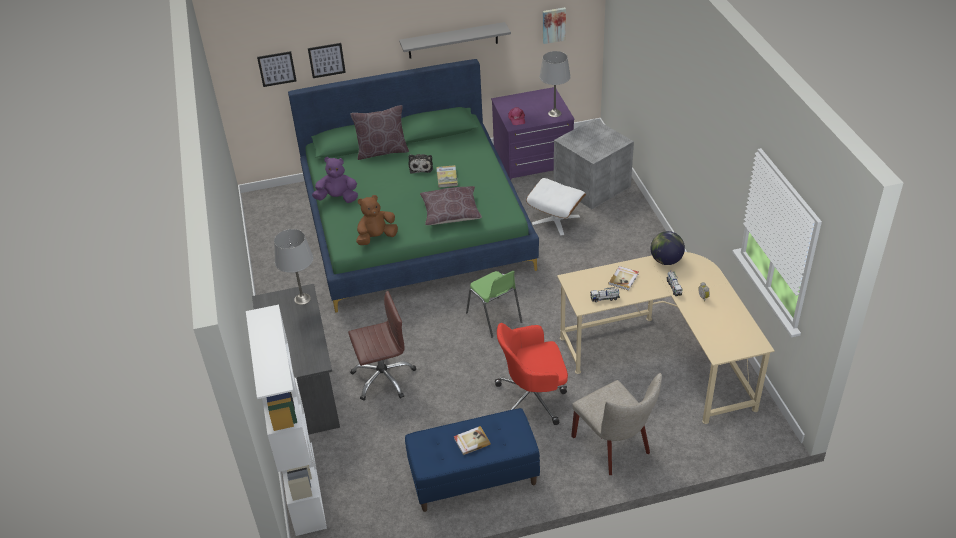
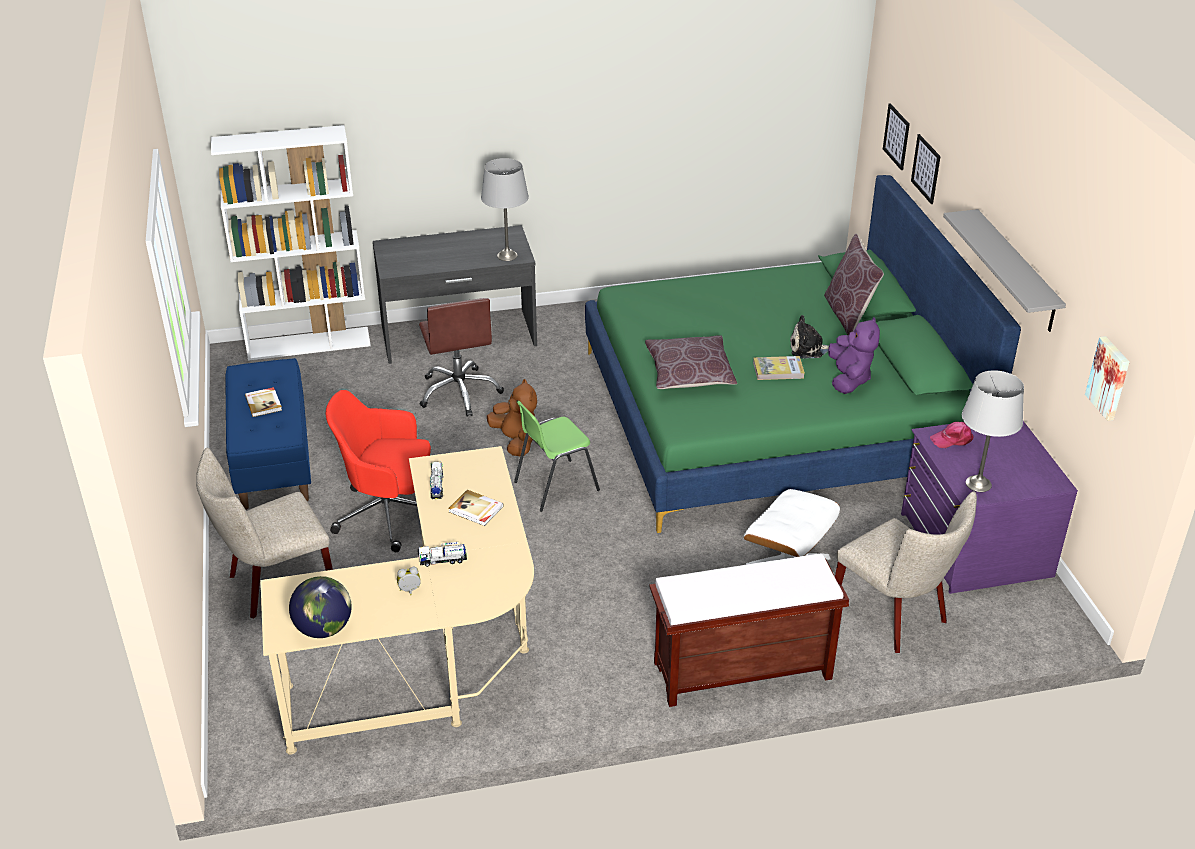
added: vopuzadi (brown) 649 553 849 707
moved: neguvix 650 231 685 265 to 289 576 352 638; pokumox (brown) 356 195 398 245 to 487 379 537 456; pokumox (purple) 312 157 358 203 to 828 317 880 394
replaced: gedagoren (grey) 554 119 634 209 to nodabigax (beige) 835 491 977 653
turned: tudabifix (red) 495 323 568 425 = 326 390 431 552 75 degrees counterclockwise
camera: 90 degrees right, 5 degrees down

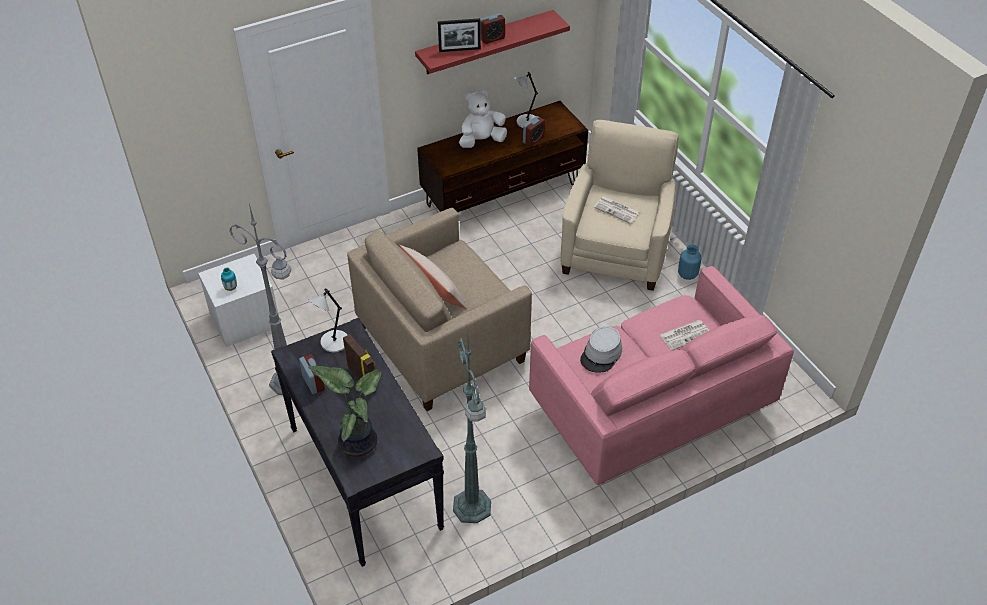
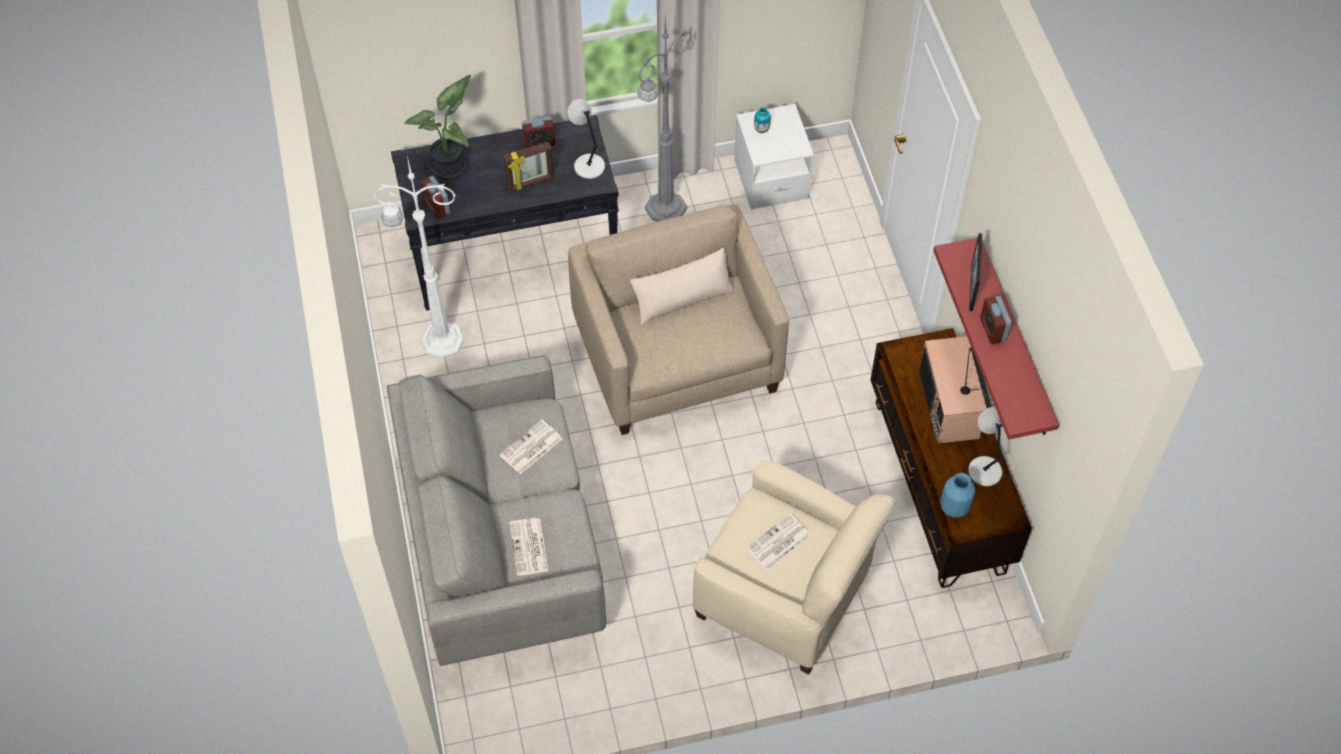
moved: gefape 523 116 545 146 to 420 176 450 219; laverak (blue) 678 244 701 280 to 940 473 975 518
replaced: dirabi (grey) 580 326 622 373 to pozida 499 419 563 474; pokumox (white) 459 91 507 148 to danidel 919 336 991 444
recoloured: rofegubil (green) 453 331 491 523 to rofegubil (white) 374 156 464 358; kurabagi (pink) 529 266 794 485 to kurabagi (grey) 387 355 606 666
camera: 105 degrees right, 10 degrees up

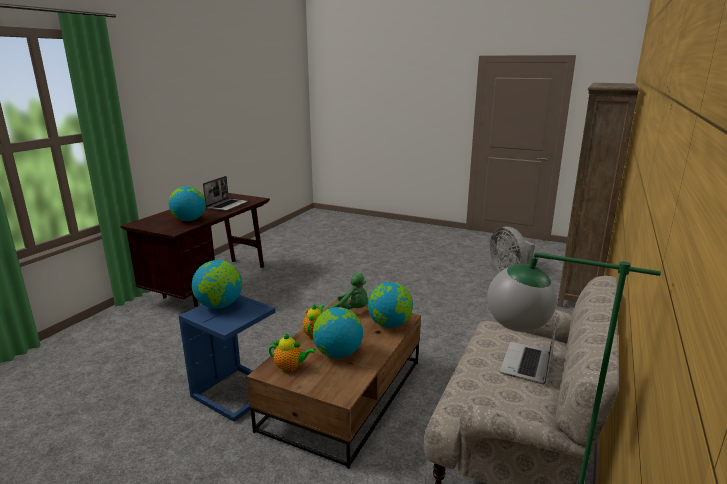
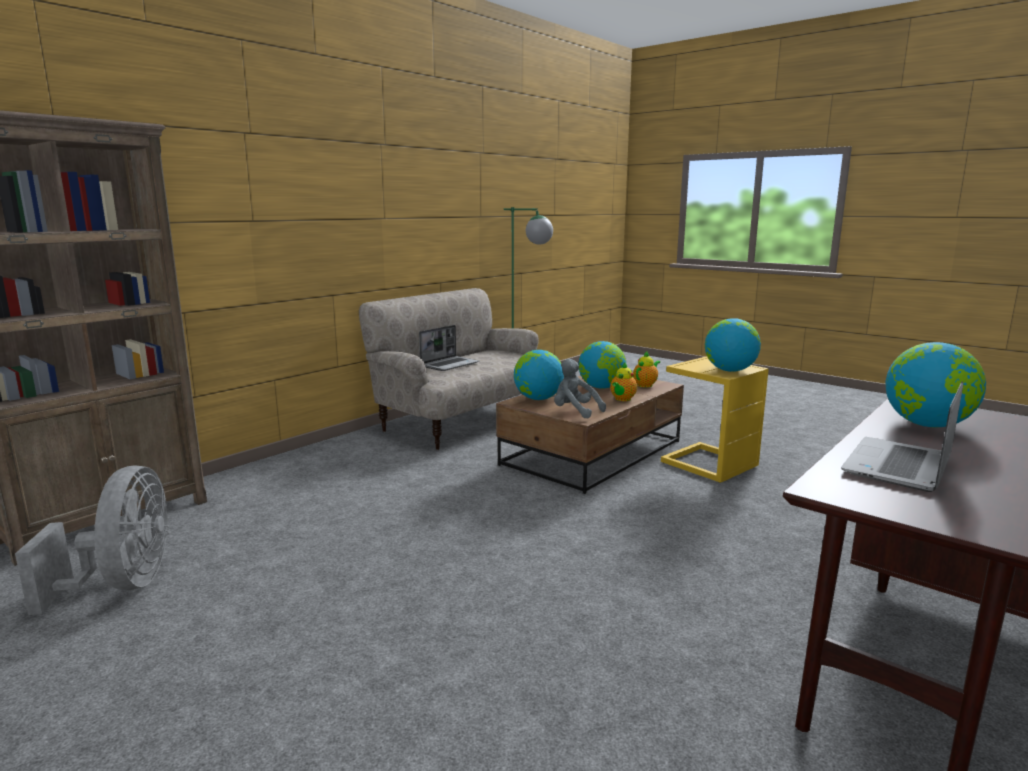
recoloured: pokumox (green) 328 273 368 309 to pokumox (grey) 554 359 606 419; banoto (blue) 178 295 275 422 to banoto (yellow) 661 356 769 483
turned: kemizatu 269 333 316 372 = 633 352 660 388 105 degrees clockwise
camera: 165 degrees left, 5 degrees down

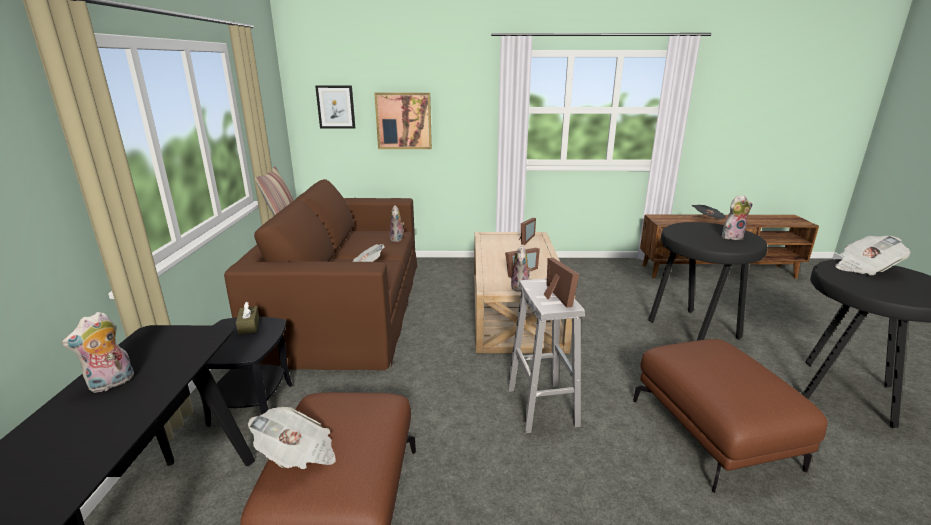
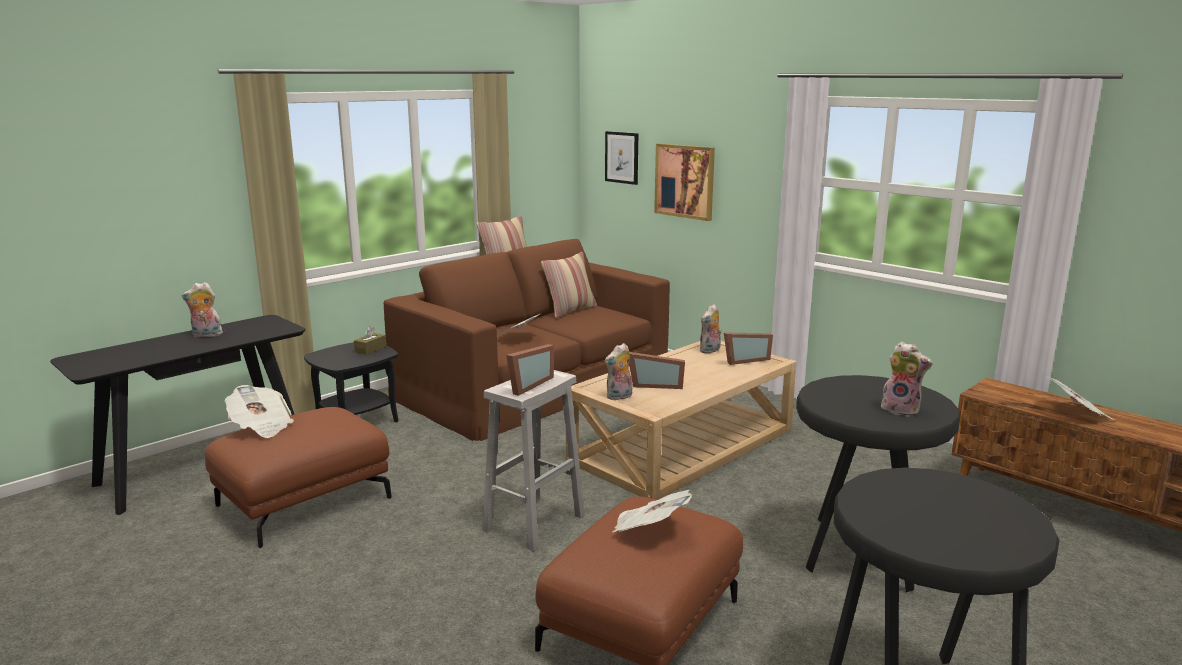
added: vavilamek 541 252 597 318
moved: pozida 835 236 910 275 to 612 490 692 533; pokumox 389 205 404 242 to 699 304 722 354
camera: 45 degrees right, 5 degrees down

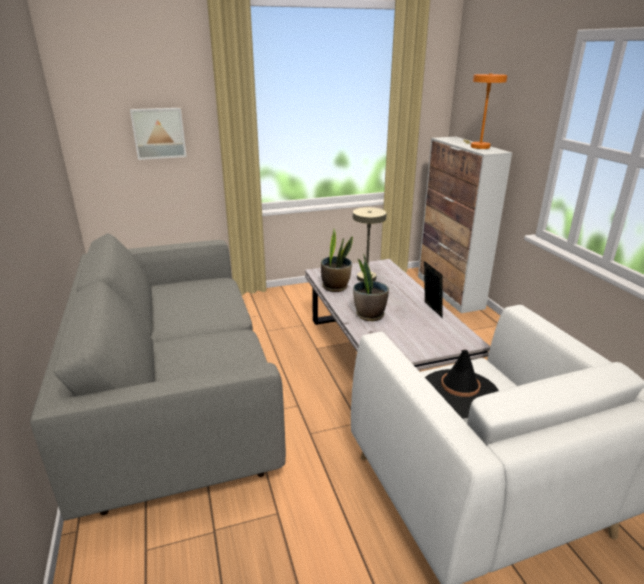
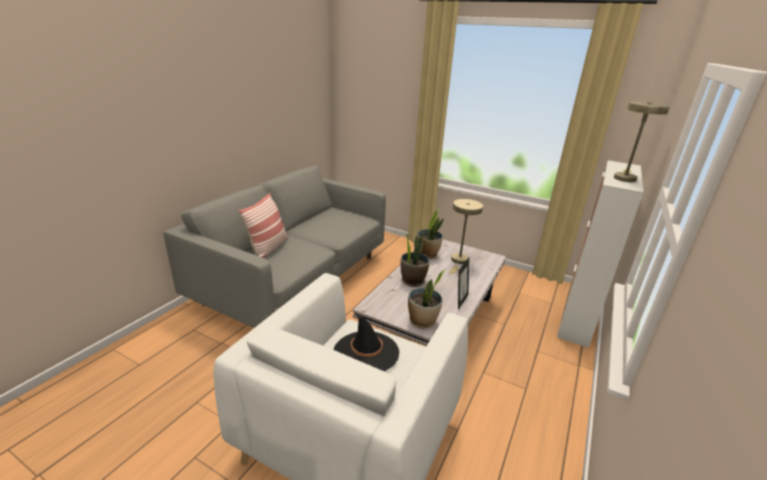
removed: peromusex 130 108 187 160
added: vavilamek 238 193 288 258; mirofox 408 270 445 328
recoloured: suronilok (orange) 463 73 507 149 to suronilok (beige) 614 101 670 182
camera: 45 degrees right, 0 degrees up

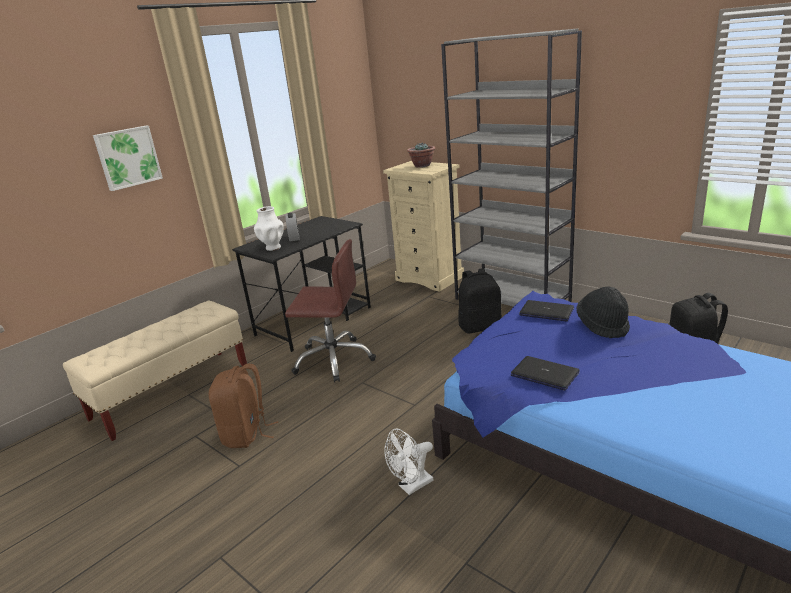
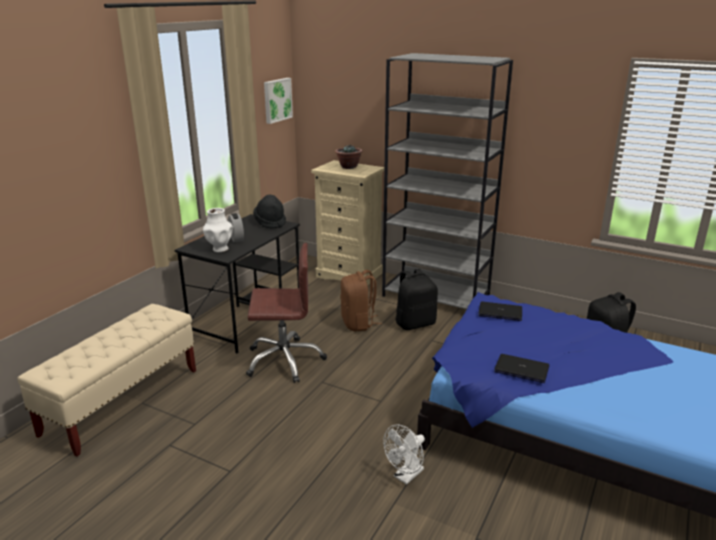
moved: dirabi (black) 576 287 630 338 to 253 195 286 229; peromusex 93 126 163 191 to 264 78 293 124; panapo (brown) 209 364 278 448 to 340 270 382 331
camera: 15 degrees left, 0 degrees up

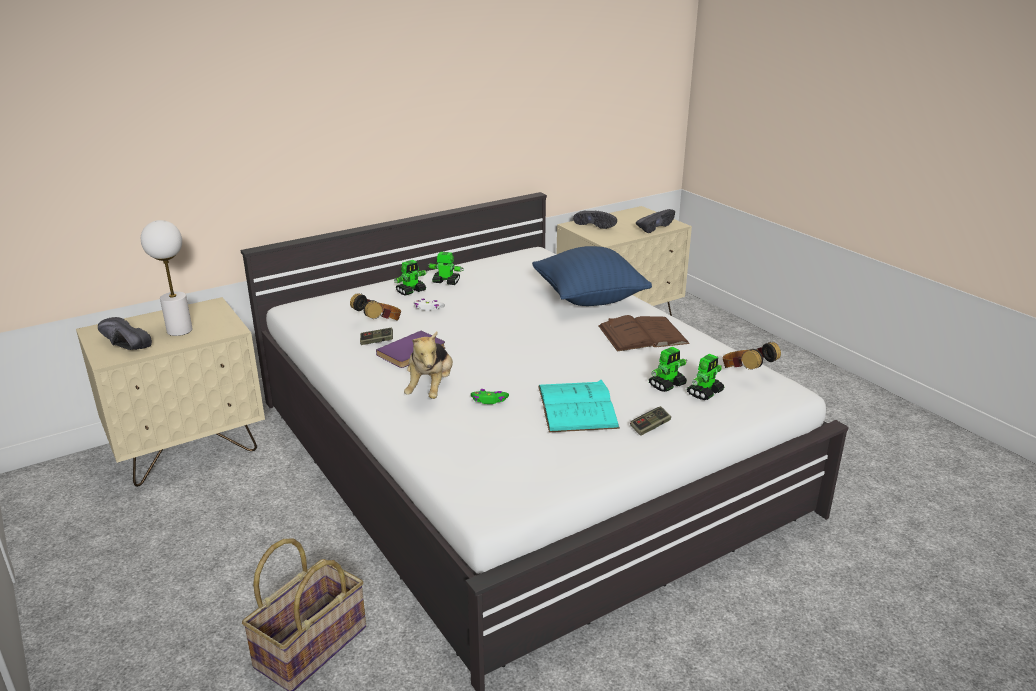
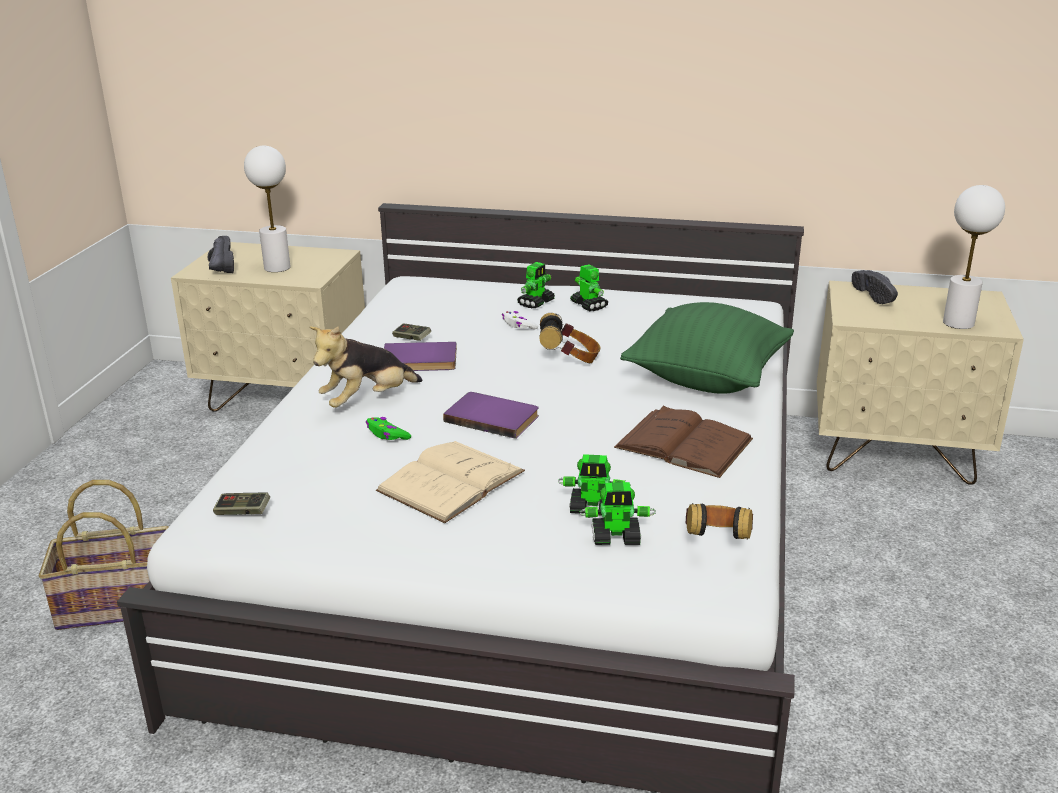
added: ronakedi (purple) 443 392 539 439
moved: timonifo 630 406 671 436 to 213 492 270 515; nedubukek 350 293 401 321 to 540 313 600 364
replaced: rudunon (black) 636 209 675 233 to suronilok (white) 943 185 1005 329
recoloured: ronakedi (turquoise) 538 380 620 432 to ronakedi (beige) 376 441 525 523; vavilamek (blue) 532 246 652 306 to vavilamek (green) 620 302 794 394
turned: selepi 394 260 427 296 = 517 262 555 308 60 degrees counterclockwise
camera: 45 degrees right, 0 degrees up

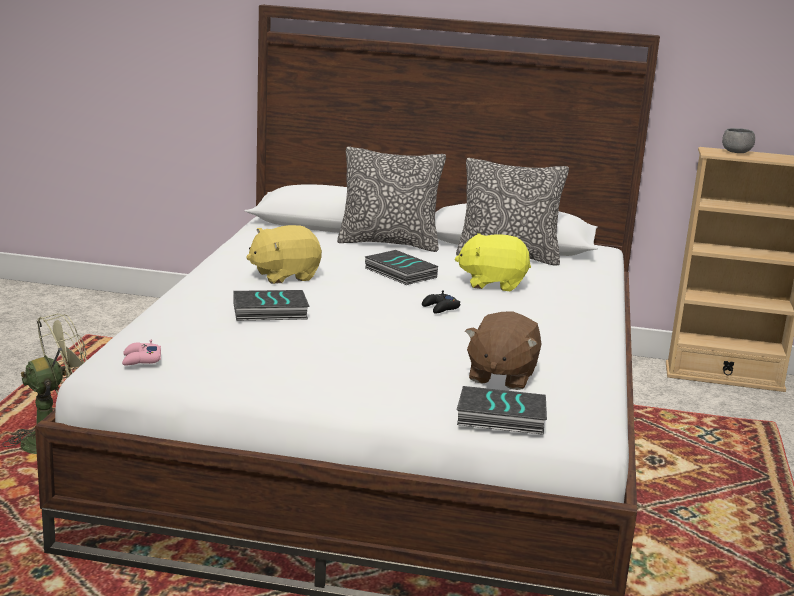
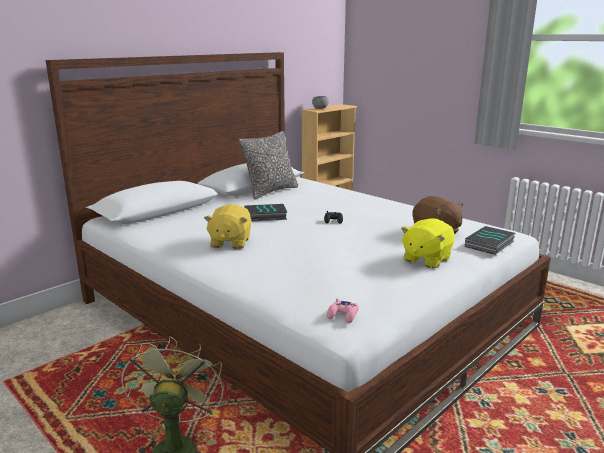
removed: ronakedi 234 290 310 321; vavilamek 337 146 446 252
moved: pokumox (yellow) 455 233 531 291 to 401 218 455 268
camera: 55 degrees left, 0 degrees up

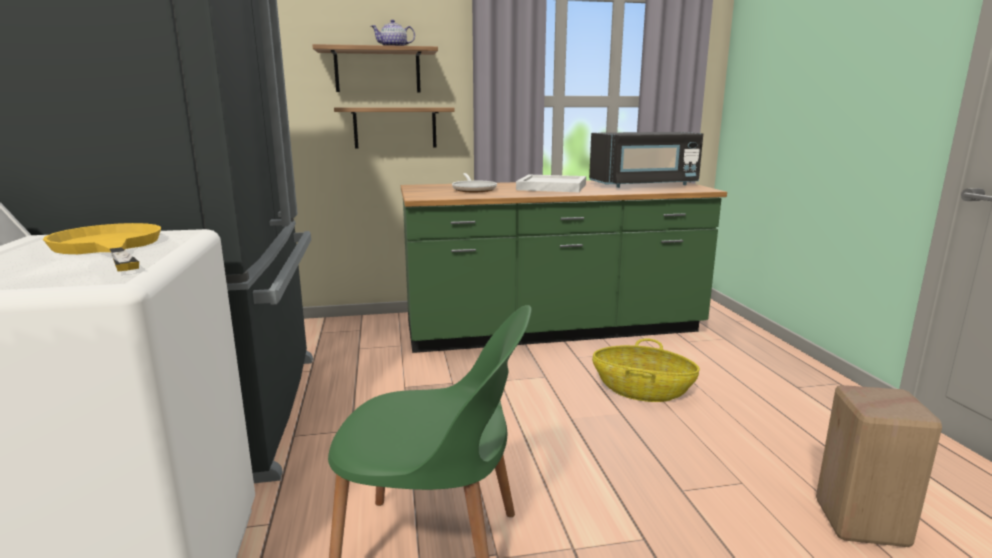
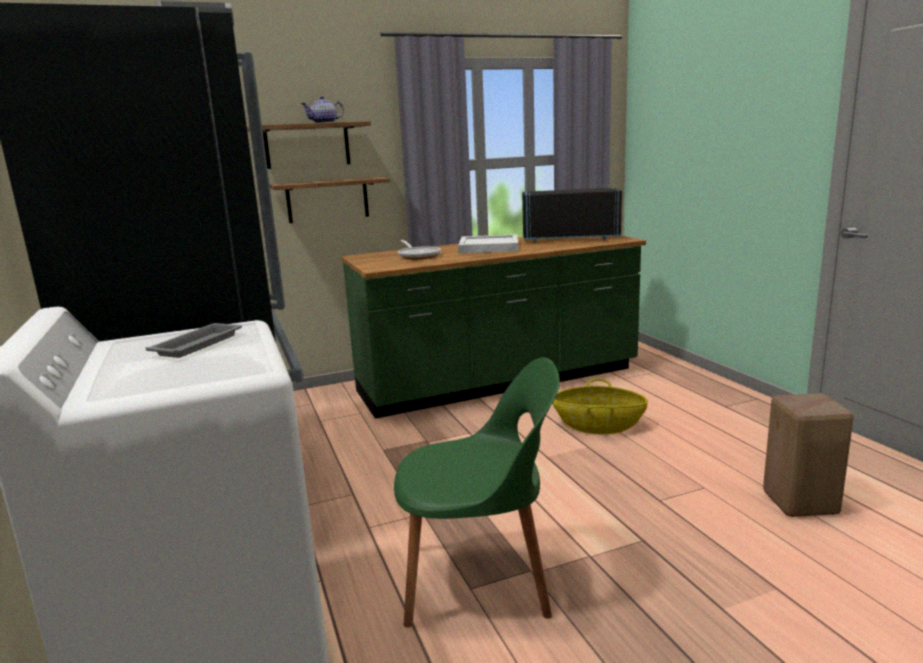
replaced: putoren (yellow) 43 223 161 272 to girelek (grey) 145 323 242 358
turned: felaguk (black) 589 132 703 188 = 522 188 622 243 150 degrees counterclockwise
camera: 10 degrees left, 0 degrees up

